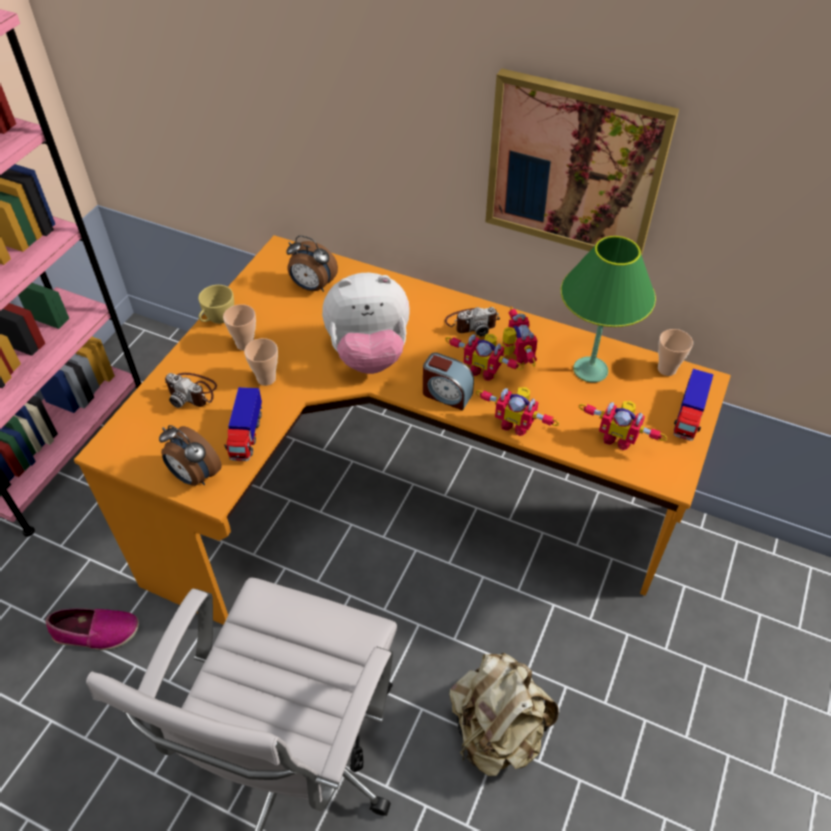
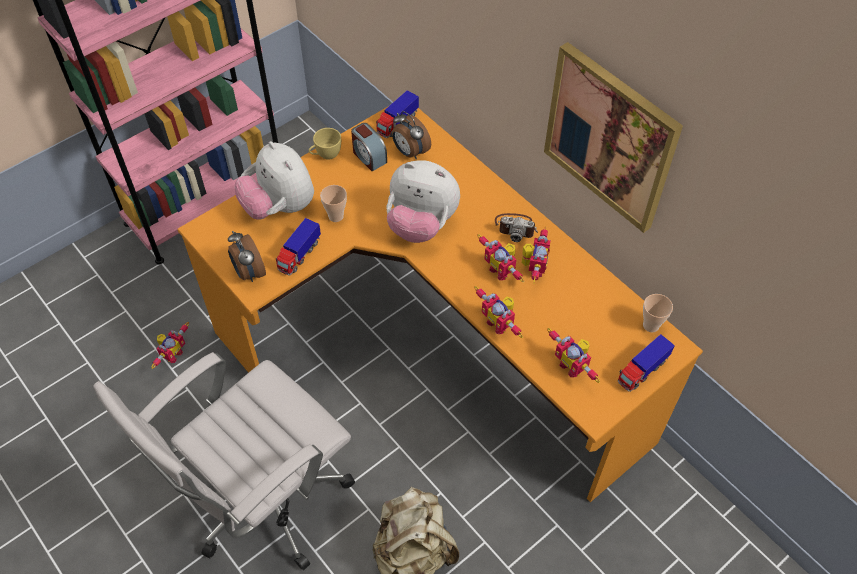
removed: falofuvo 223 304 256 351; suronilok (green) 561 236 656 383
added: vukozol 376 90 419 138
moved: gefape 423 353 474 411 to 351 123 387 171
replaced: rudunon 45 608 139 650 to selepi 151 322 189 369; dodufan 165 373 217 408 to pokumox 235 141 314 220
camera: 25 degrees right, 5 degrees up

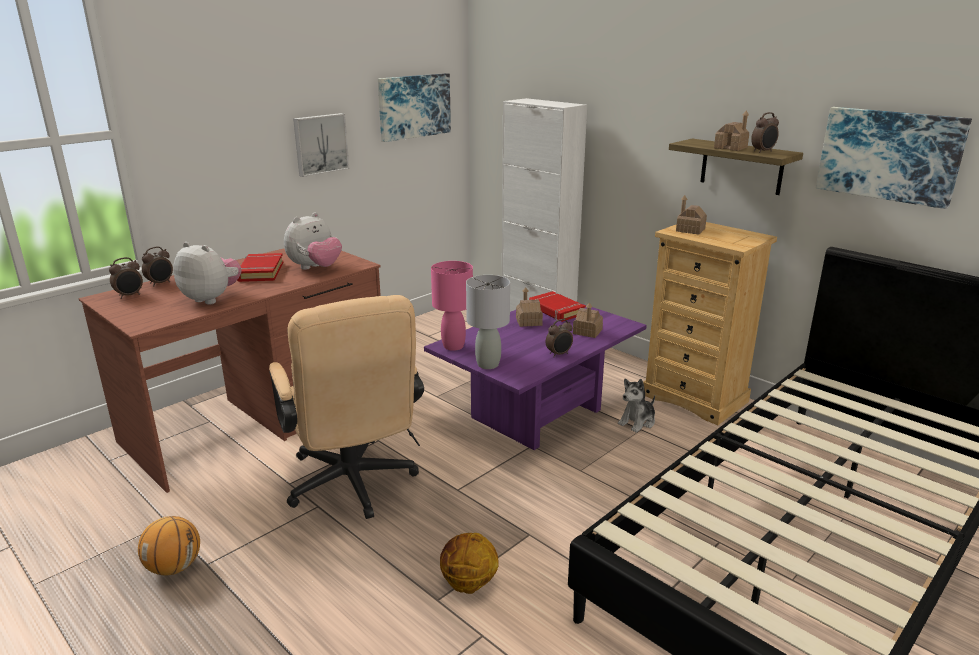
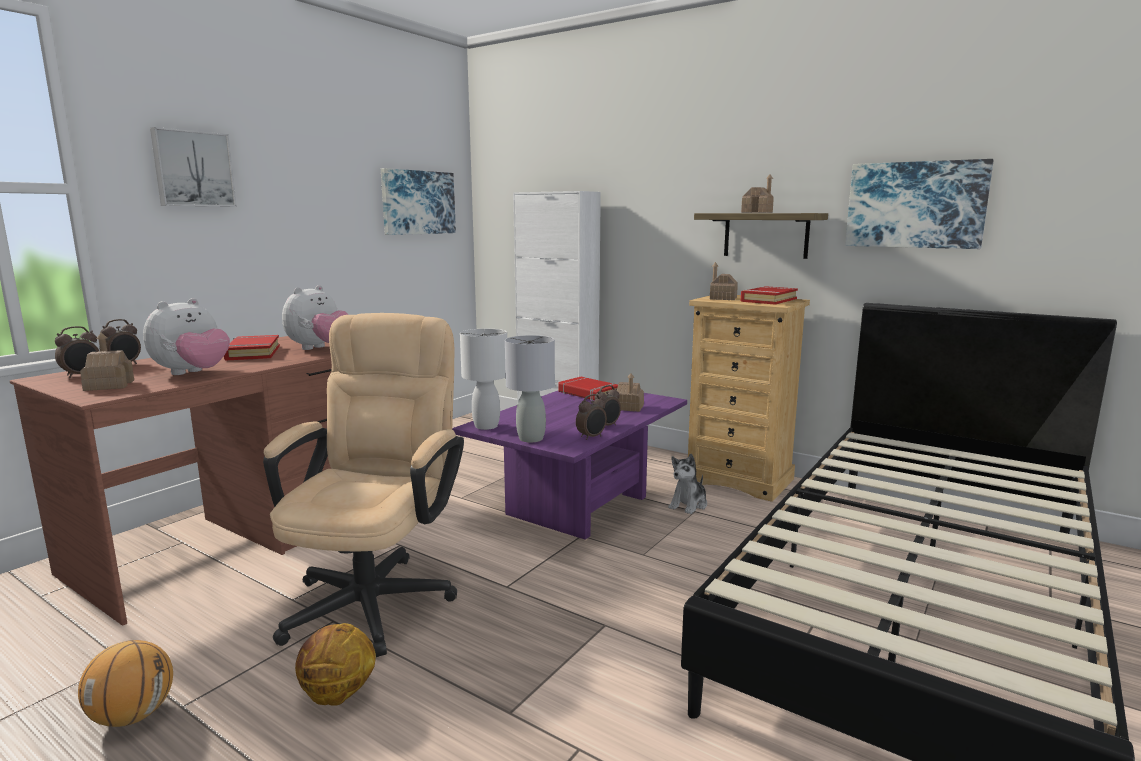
added: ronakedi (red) 741 286 798 305
moved: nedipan 516 287 543 327 to 80 332 134 391; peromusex 293 113 349 177 to 150 127 237 206; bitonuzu 440 533 499 594 to 295 623 376 706; gefape 751 112 779 153 to 576 394 607 440
recoloured: suronilok (pink) 431 261 473 351 to suronilok (white) 460 329 507 430
turned: pokumox 173 242 241 305 = 143 298 230 375 105 degrees clockwise; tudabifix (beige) 269 295 424 519 = 263 313 464 657 135 degrees counterclockwise
camera: 10 degrees left, 10 degrees down

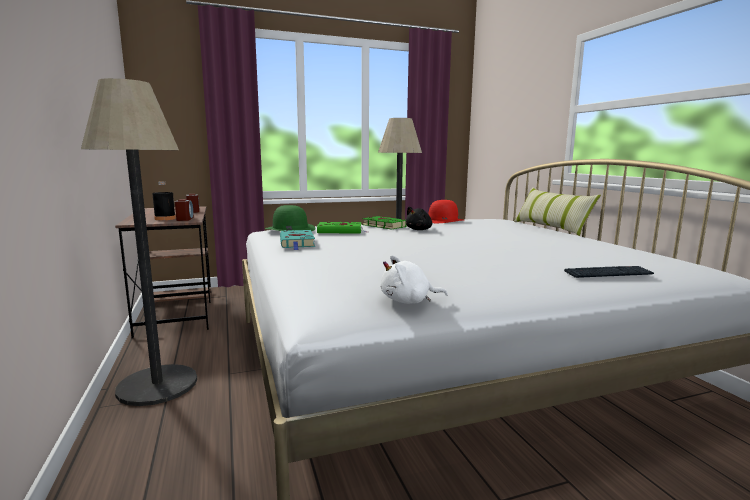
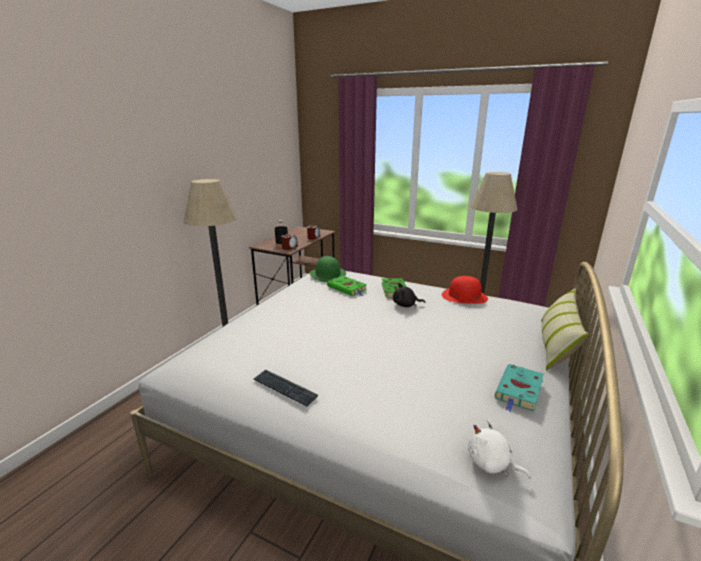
moved: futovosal 564 266 654 278 to 253 369 318 407; pokumox (white) 381 255 448 304 to 468 419 530 478; ronakedi (turquoise) 280 230 315 250 to 495 364 544 412
camera: 45 degrees right, 10 degrees up

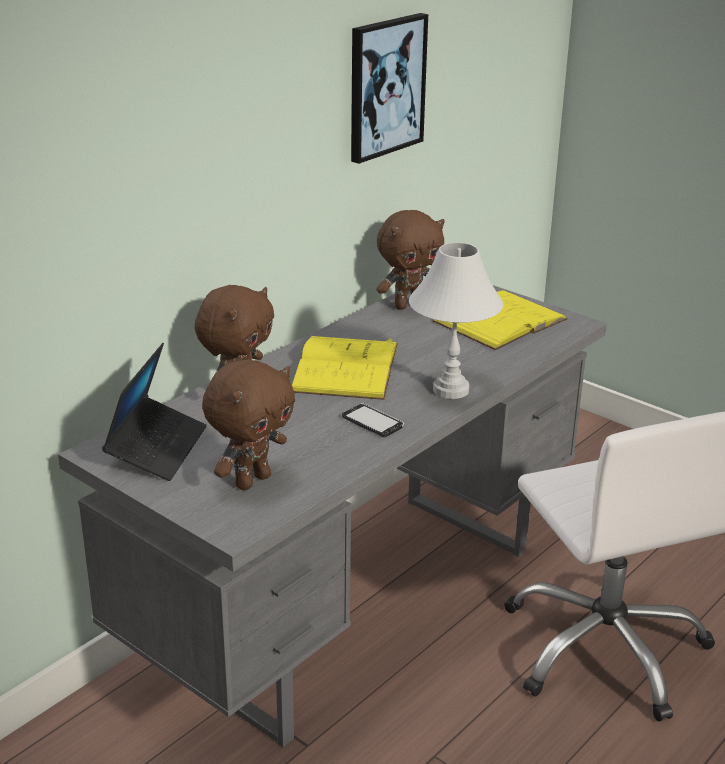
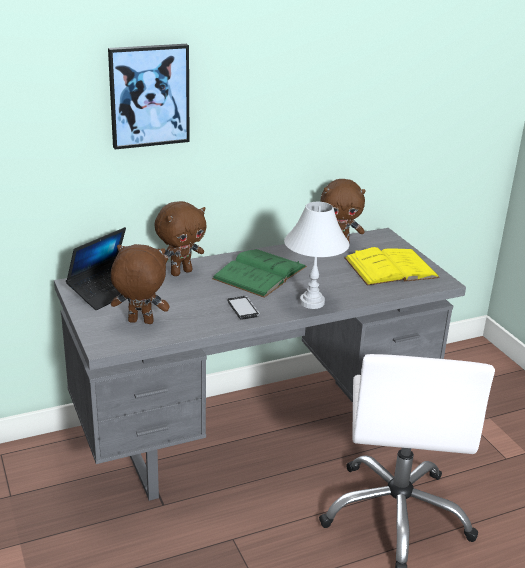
moved: peromusex 351 13 428 164 to 108 44 190 149
recoloured: ronakedi (yellow) 292 336 398 400 to ronakedi (green) 212 249 307 298
turned: pokumox (brown) 202 359 295 490 = 111 244 170 324 150 degrees counterclockwise
camera: 25 degrees right, 0 degrees up

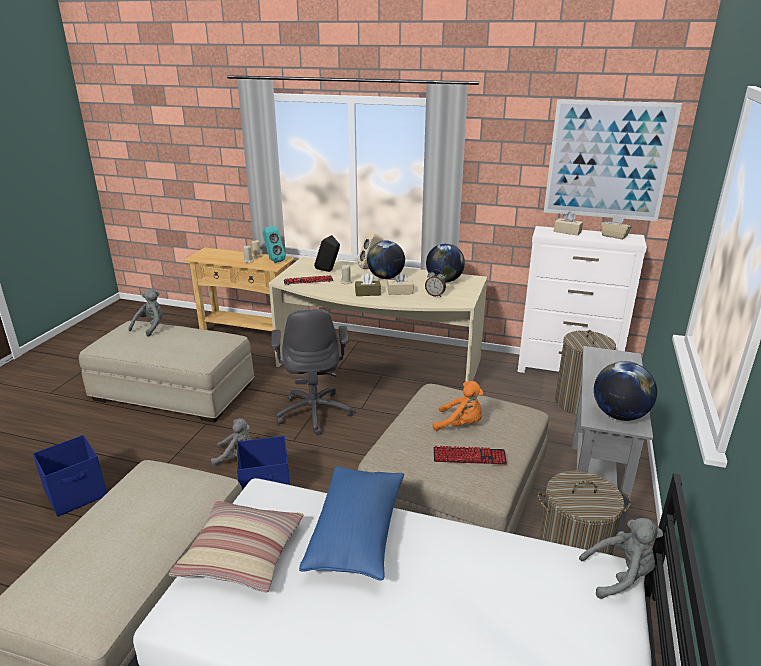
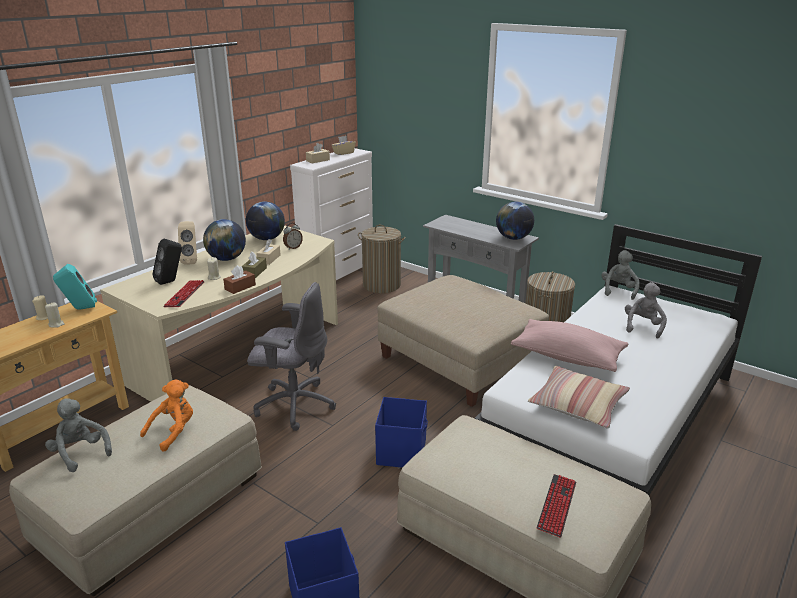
removed: peromusex 544 99 682 221
added: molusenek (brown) 223 265 256 294
moved: pokumox (orange) 433 381 483 431 to 140 380 193 452; futovosal 433 446 507 464 to 536 474 576 538; pokumox (grey) 211 418 252 466 to 625 282 667 339
recoloured: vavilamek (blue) 299 466 404 581 to vavilamek (pink) 511 319 629 372
camera: 70 degrees left, 0 degrees up

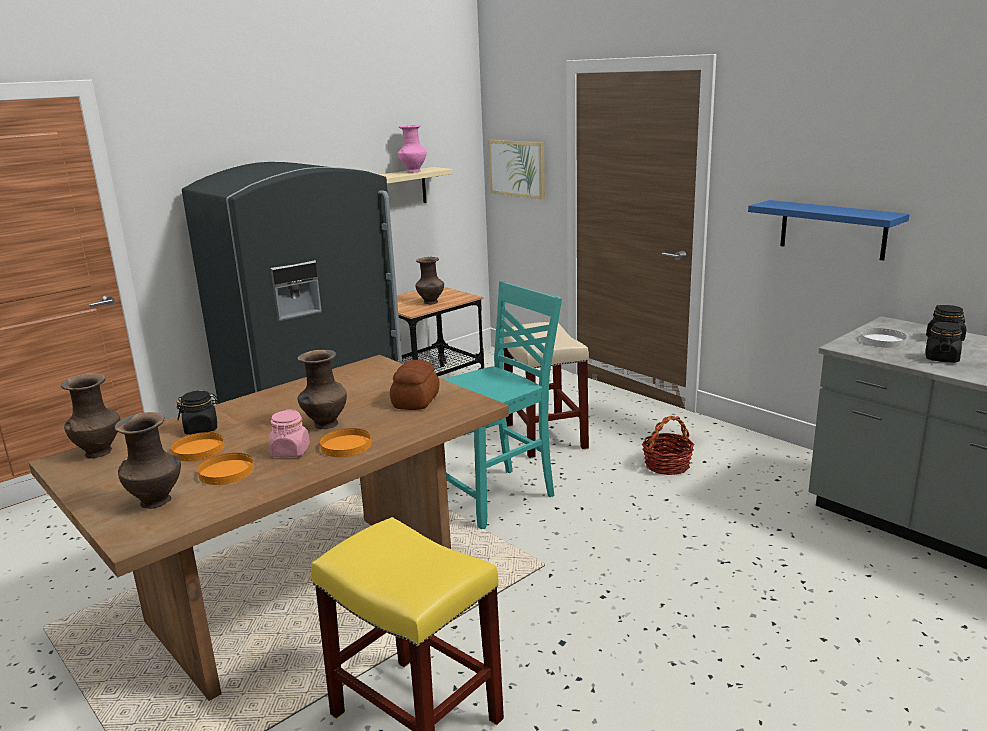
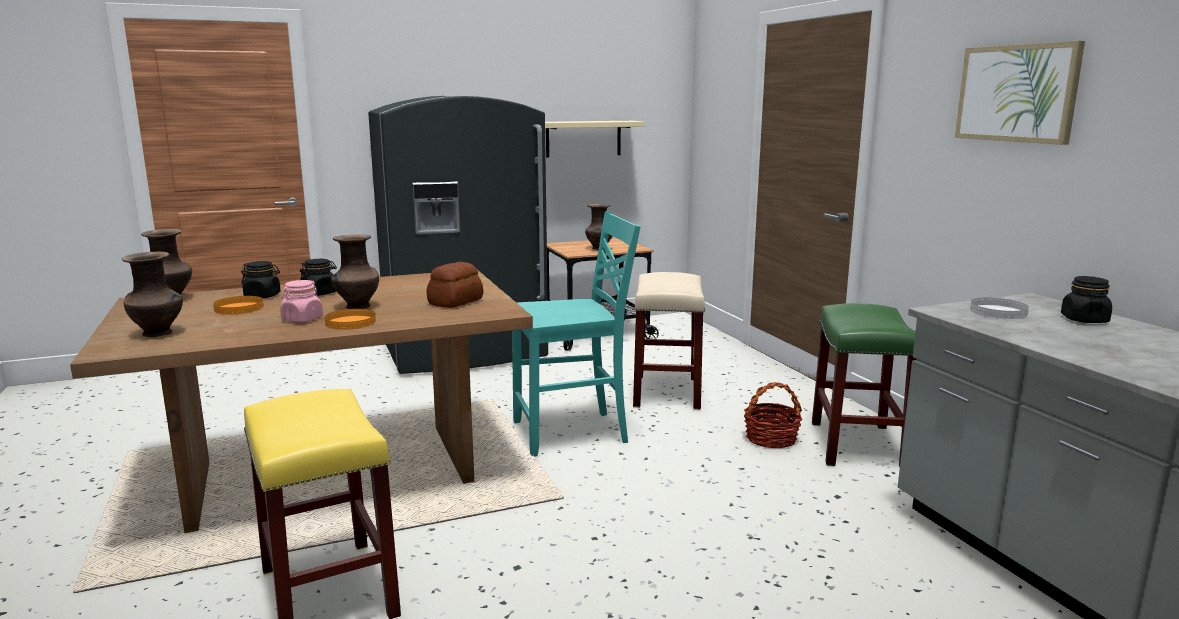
removed: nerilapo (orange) 197 453 254 485; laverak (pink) 398 125 426 172; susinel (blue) 748 200 910 261
added: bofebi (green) 812 303 917 467
moved: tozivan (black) 925 322 962 362 to 300 259 337 296; peromusex 488 140 545 199 to 955 41 1085 145
camera: 20 degrees right, 5 degrees down

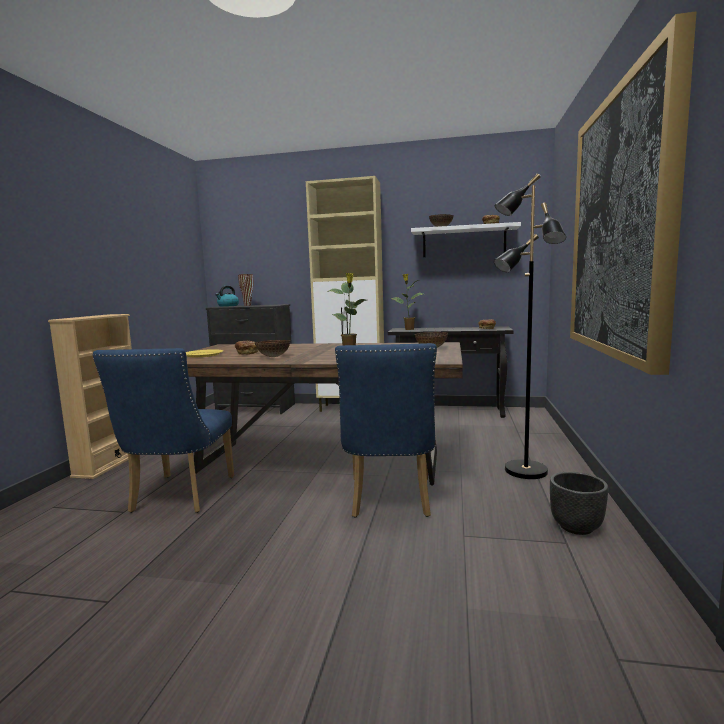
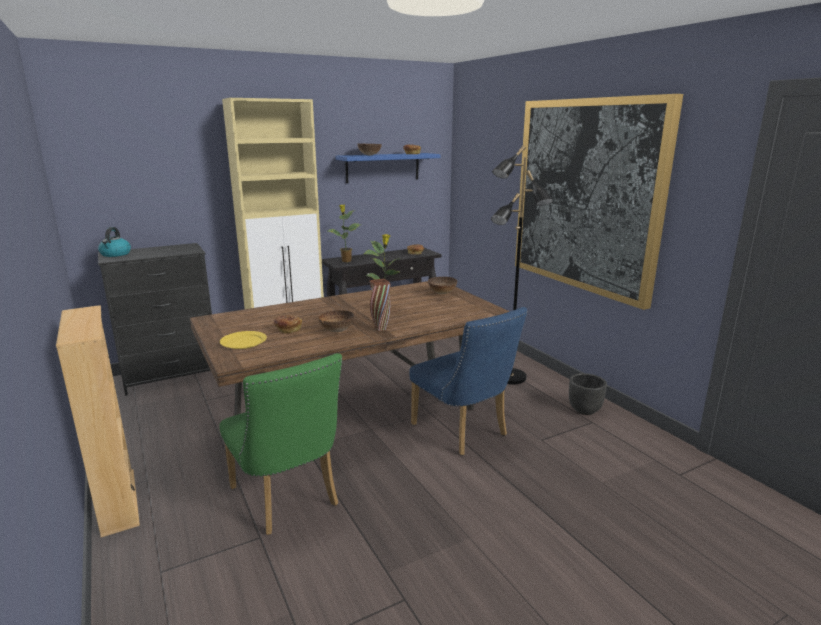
moved: laverak (brown) 238 274 253 306 to 369 279 391 331
recoloured: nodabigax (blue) 92 348 234 513 to nodabigax (green) 219 353 342 535; susinel (white) 411 222 521 257 to susinel (blue) 336 153 441 183
camera: 40 degrees left, 10 degrees up

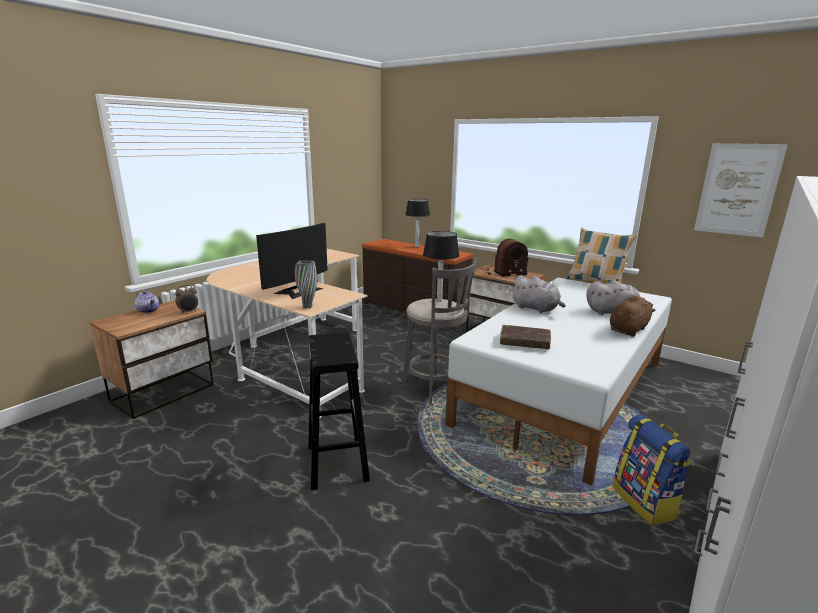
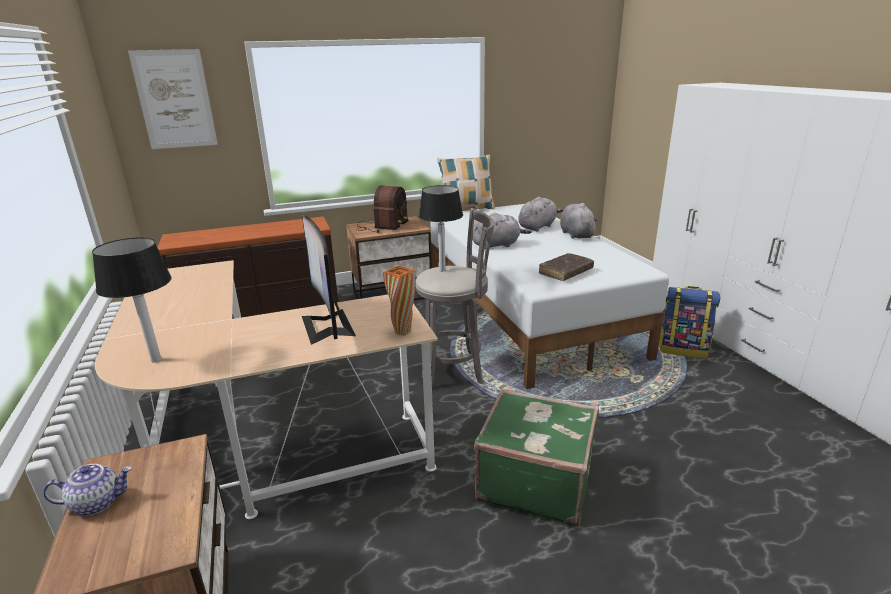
removed: gefape 175 285 198 314
moved: suronilok 405 199 430 247 to 92 237 172 363; peromusex 694 143 788 237 to 128 49 218 149
replaced: bofebi (black) 308 332 370 490 to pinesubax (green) 474 389 599 526
recoloured: laverak (grey) 295 260 317 309 to laverak (orange) 383 265 416 336; pokumox (brown) 610 296 655 337 to pokumox (grey) 560 203 599 239
camera: 55 degrees left, 5 degrees up

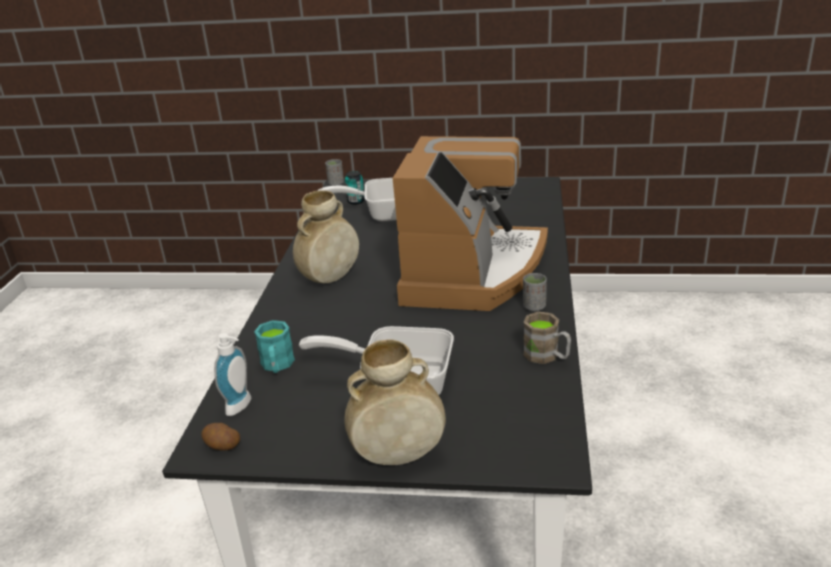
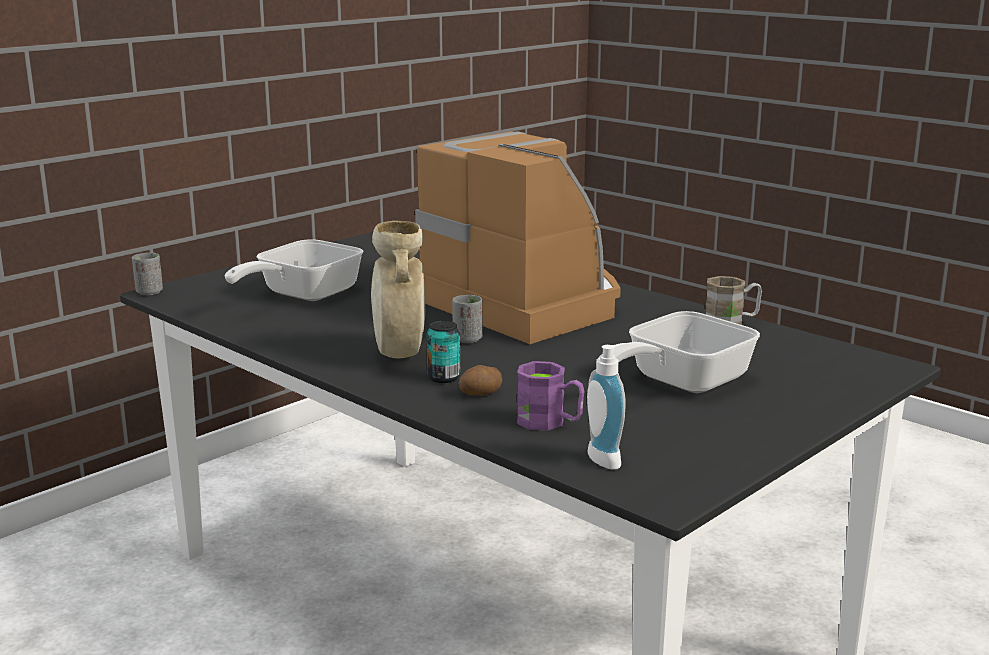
removed: laverak (beige) 345 339 446 465
moved: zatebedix 345 171 365 205 to 427 321 460 383; falofuvo (grey) 523 273 547 311 to 452 295 483 343; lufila 201 423 240 451 to 459 365 502 396
recoloured: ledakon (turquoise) 254 320 295 373 to ledakon (purple) 517 361 585 431
camera: 55 degrees left, 10 degrees down

